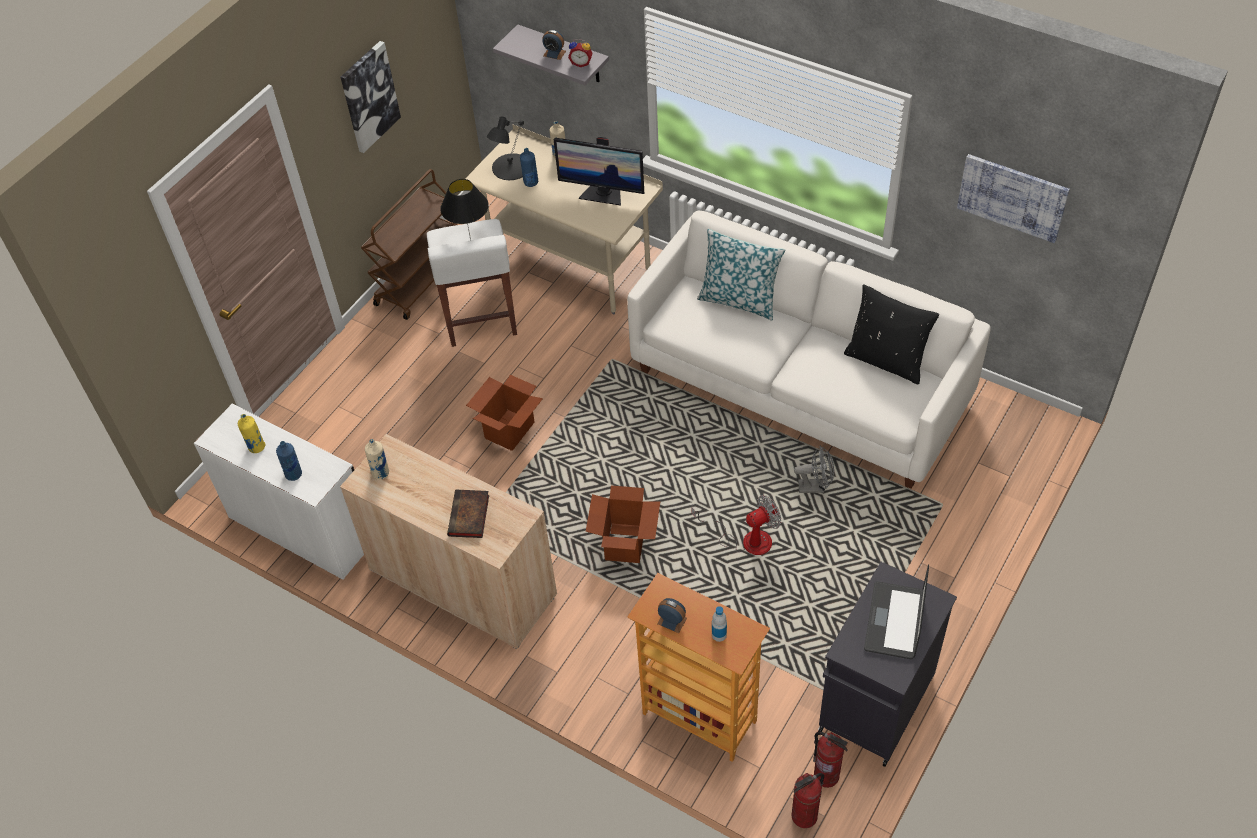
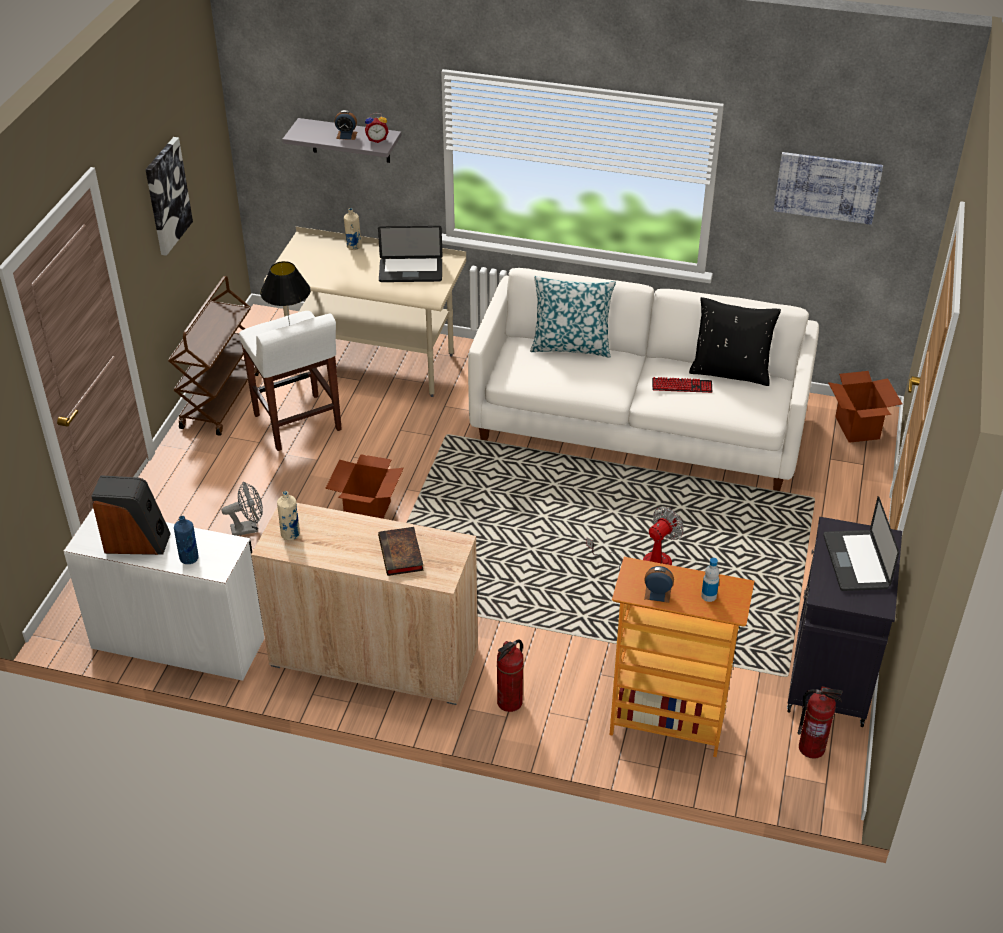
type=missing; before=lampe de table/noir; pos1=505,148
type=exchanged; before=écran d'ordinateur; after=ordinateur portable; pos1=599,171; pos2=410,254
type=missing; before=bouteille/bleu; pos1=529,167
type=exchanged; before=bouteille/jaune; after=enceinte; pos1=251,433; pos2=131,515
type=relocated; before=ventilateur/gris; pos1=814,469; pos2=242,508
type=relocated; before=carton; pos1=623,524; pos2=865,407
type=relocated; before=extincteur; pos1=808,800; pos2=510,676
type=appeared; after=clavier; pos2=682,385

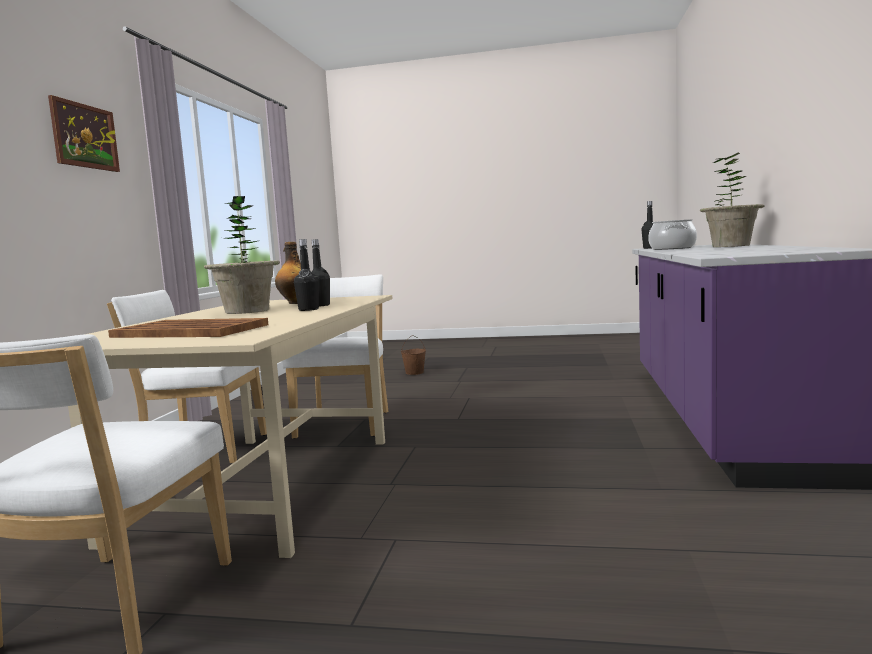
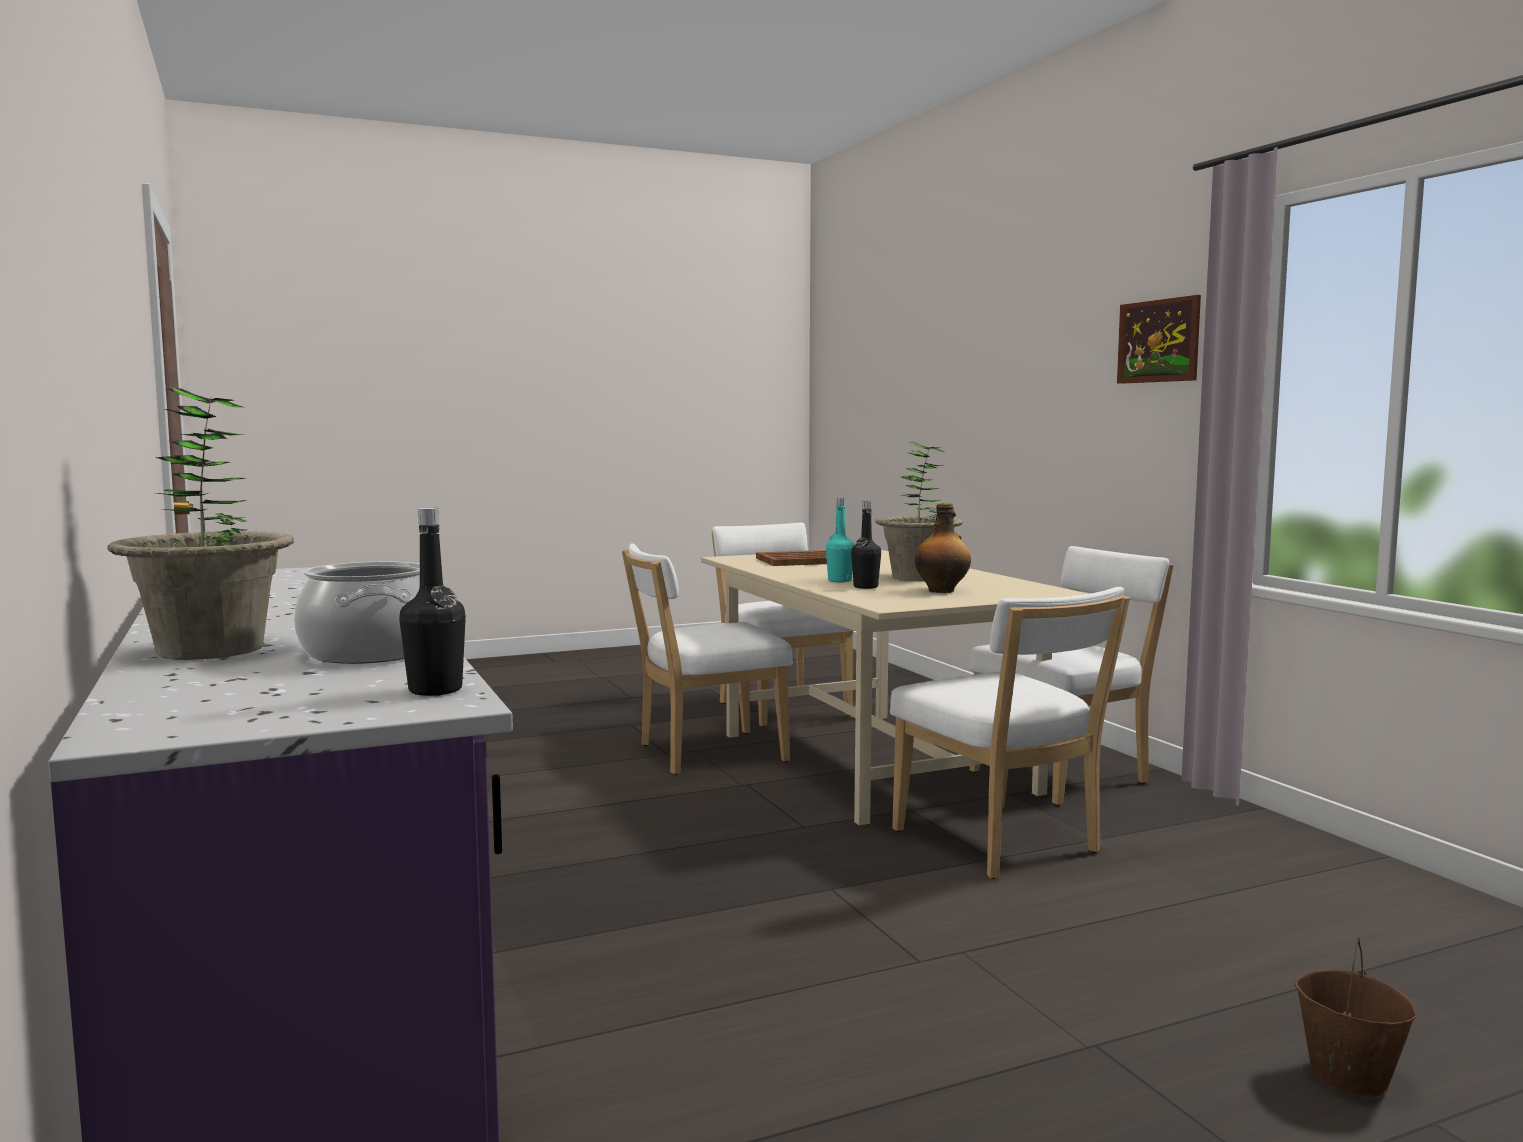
type=colour; before=bouteille/noir; after=bouteille/turquoise; pos1=306,275; pos2=840,540
type=appeared; after=chaise/blanc; pos2=707,659

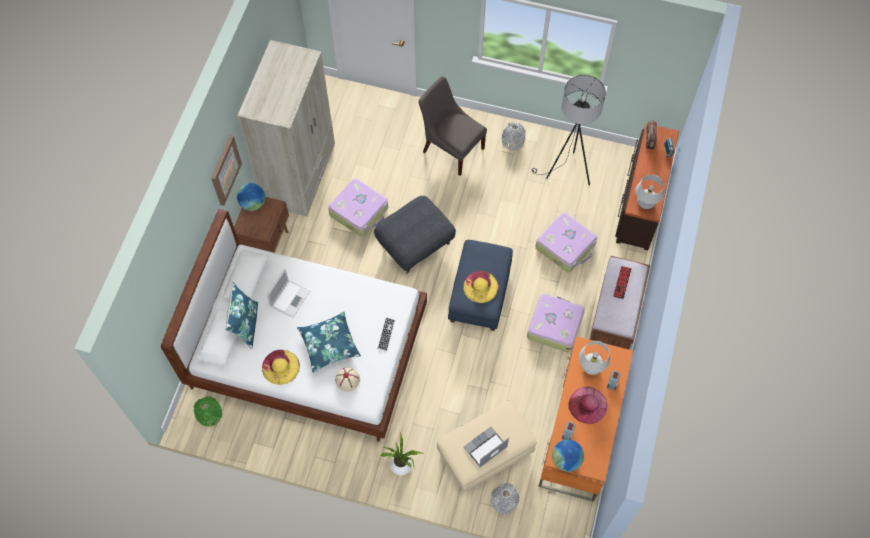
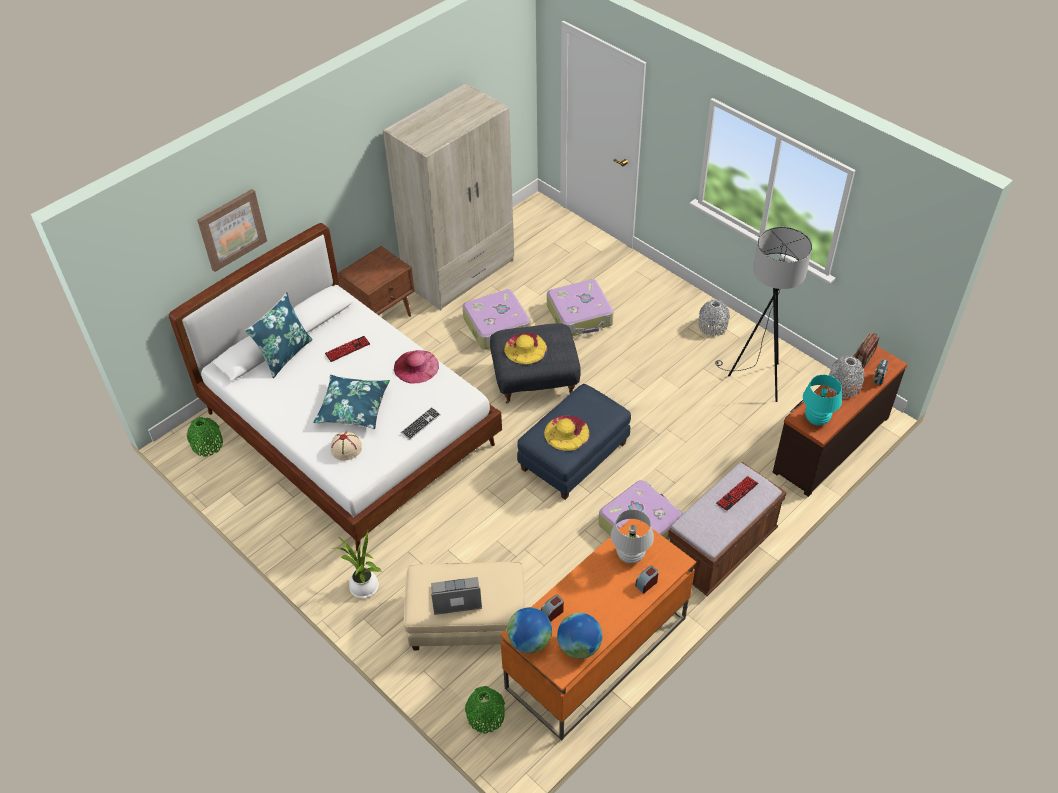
type=missing; before=chaise/gris; pos1=452,126
type=relocated; before=tableau; pos1=226,170; pos2=232,230
type=colour; before=lampe de table/blanc; after=lampe de table/turquoise; pos1=650,192; pos2=822,400
type=relocated; before=globe; pos1=251,197; pos2=579,636
type=relocated; before=valise; pos1=566,242; pos2=580,307
type=exchanged; before=ordinateur portable; after=clavier; pos1=288,293; pos2=347,349
type=relocated; before=chapeau/jaune; pos1=281,367; pos2=526,348
type=relocated; before=chapeau/rose; pos1=587,405; pos2=416,367
type=relocated; before=vase/gris; pos1=505,498; pos2=847,377
type=appeared; after=vase/vert; pos2=485,709

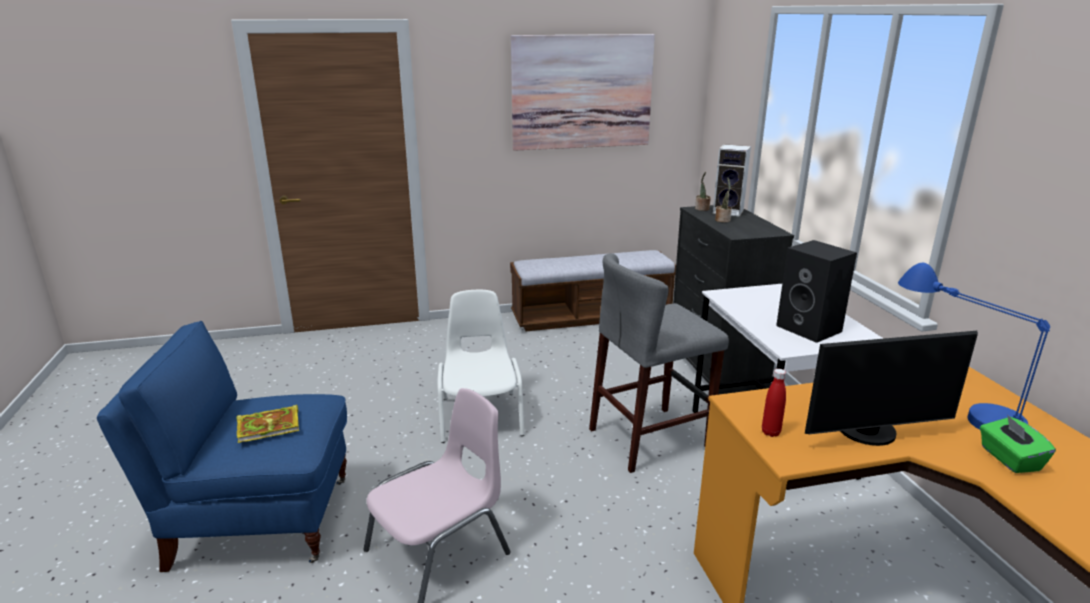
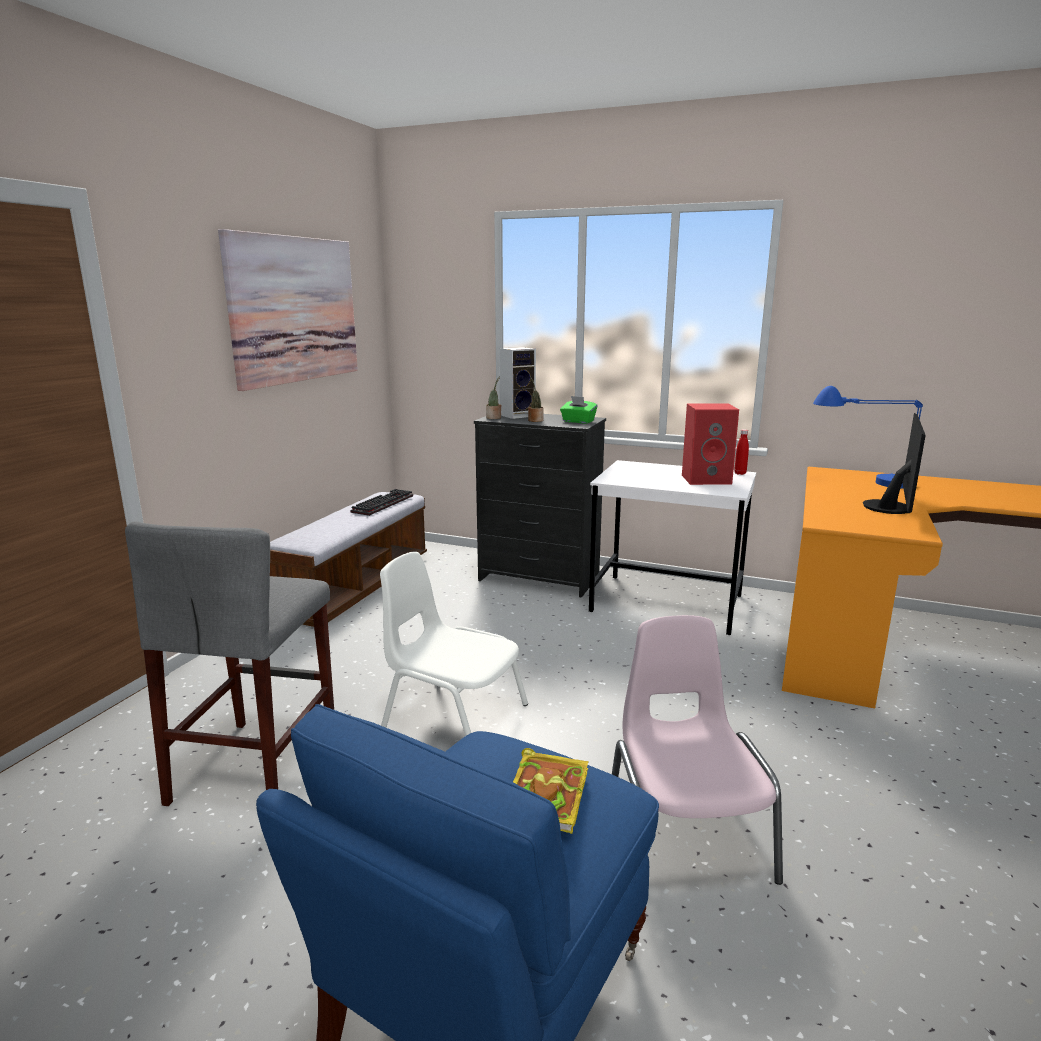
type=colour; before=enceinte/noir; after=enceinte/rouge; pos1=816,291; pos2=710,444
type=relocated; before=tabouret/gris; pos1=659,363; pos2=229,663
type=relocated; before=bouteille/rouge; pos1=774,403; pos2=741,452
type=relocated; before=boîte à mouchoirs/vert; pos1=1018,444; pos2=578,410
type=appeared; after=clavier; pos2=382,502

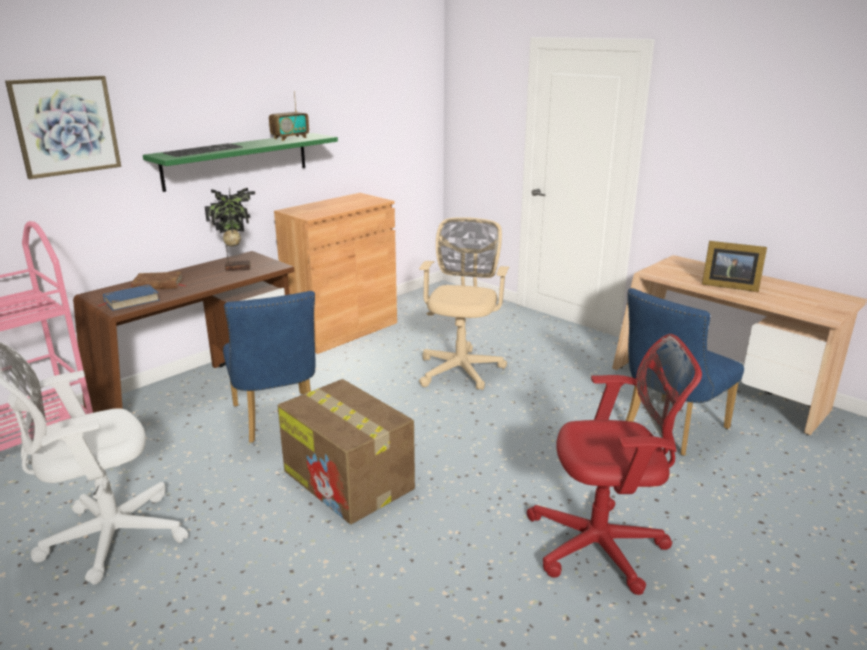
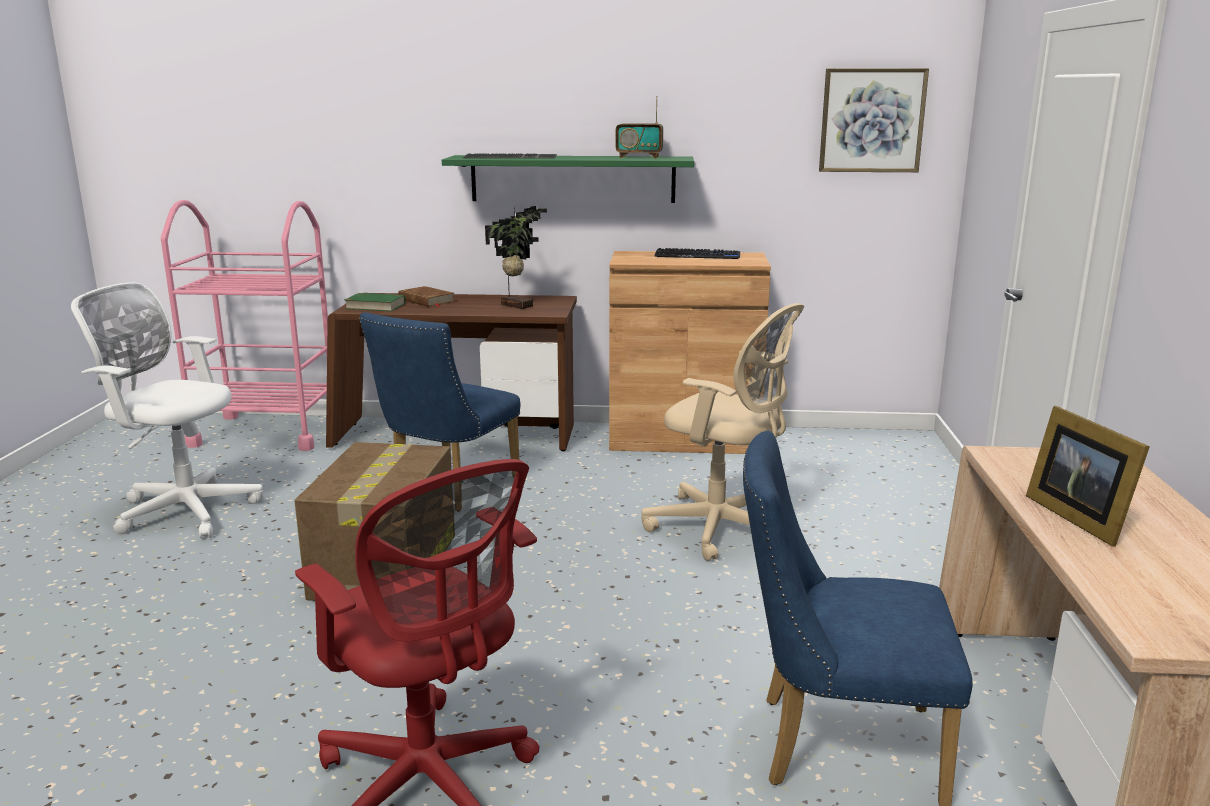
type=relocated; before=tableau; pos1=63,127; pos2=874,120
type=spun; before=chaise de bureau/beige; pos1=464,303; pos2=722,432; turn=60
type=colour; before=livre/bleu; after=livre/vert; pos1=128,297; pos2=374,302
type=appeared; after=clavier; pos2=697,253

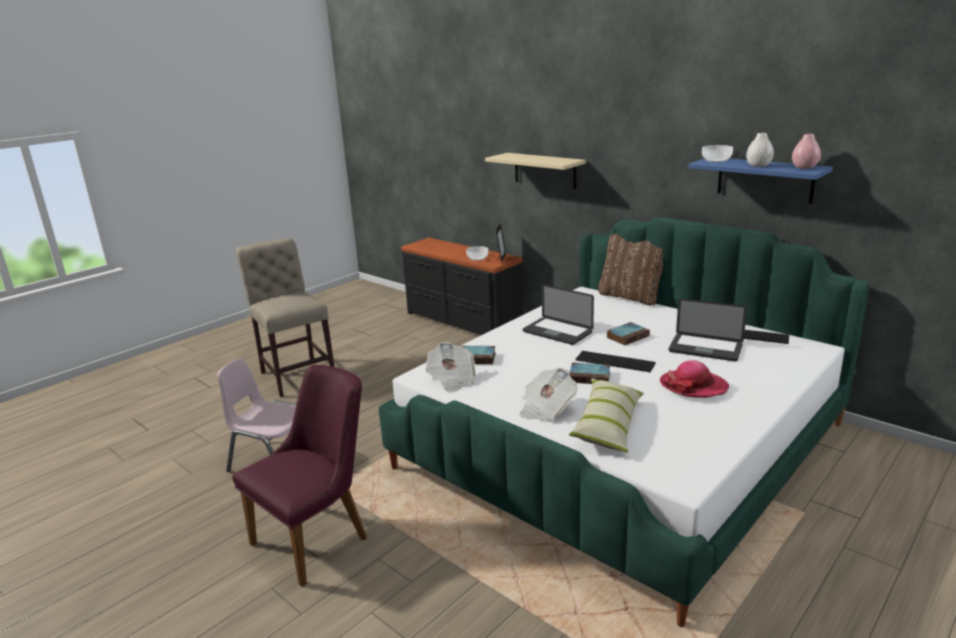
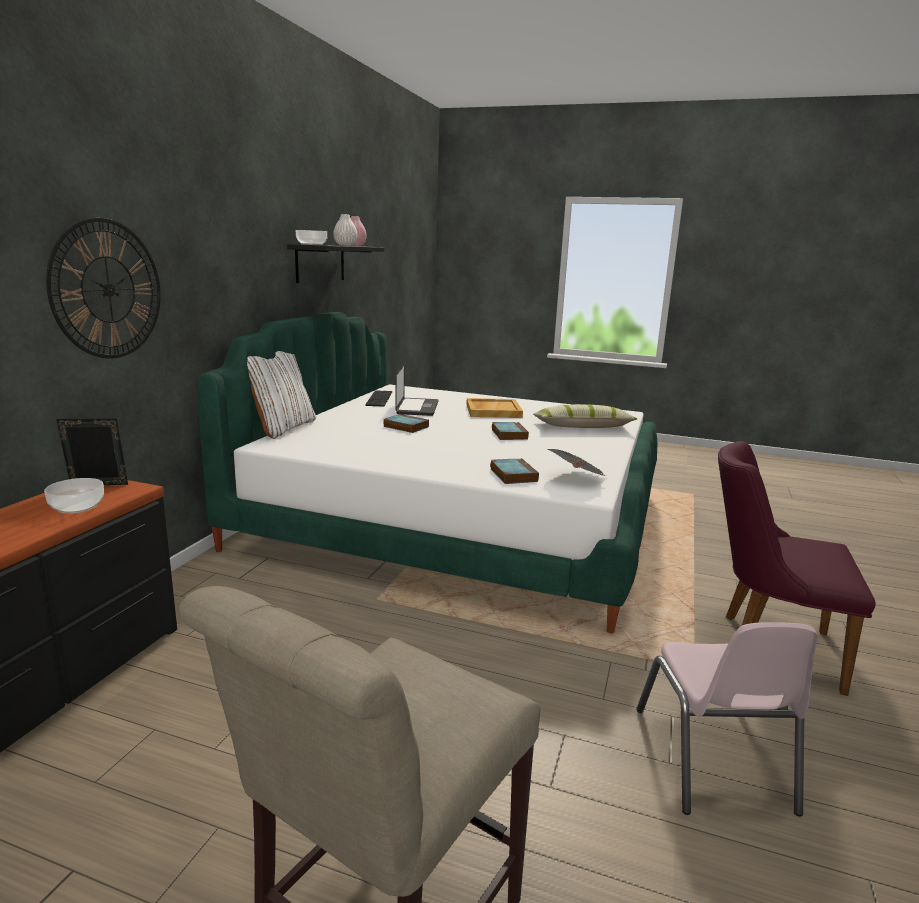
type=exchanged; before=étagère/beige; after=horloge murale; pos1=535,171; pos2=103,288
type=colour; before=étagère/bleu; after=étagère/noir; pos1=760,181; pos2=335,263
type=colour; before=coussin/marron; after=coussin/blanc; pos1=631,270; pos2=281,395
type=missing; before=ordinateur portable; pos1=558,314
type=missing; before=clavier; pos1=616,361
type=exchanged; before=chapeau; after=plateau/beige; pos1=694,379; pos2=494,408
type=missing; before=journal; pos1=549,394

